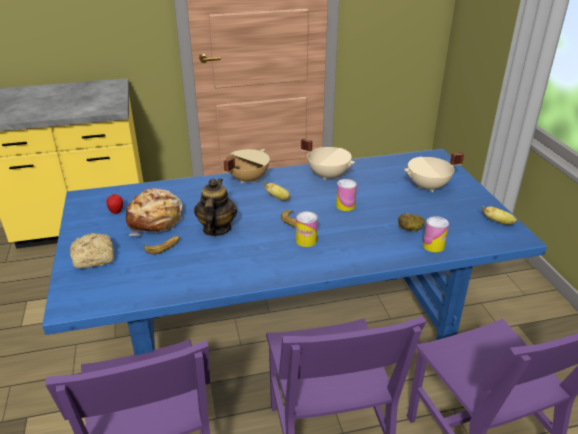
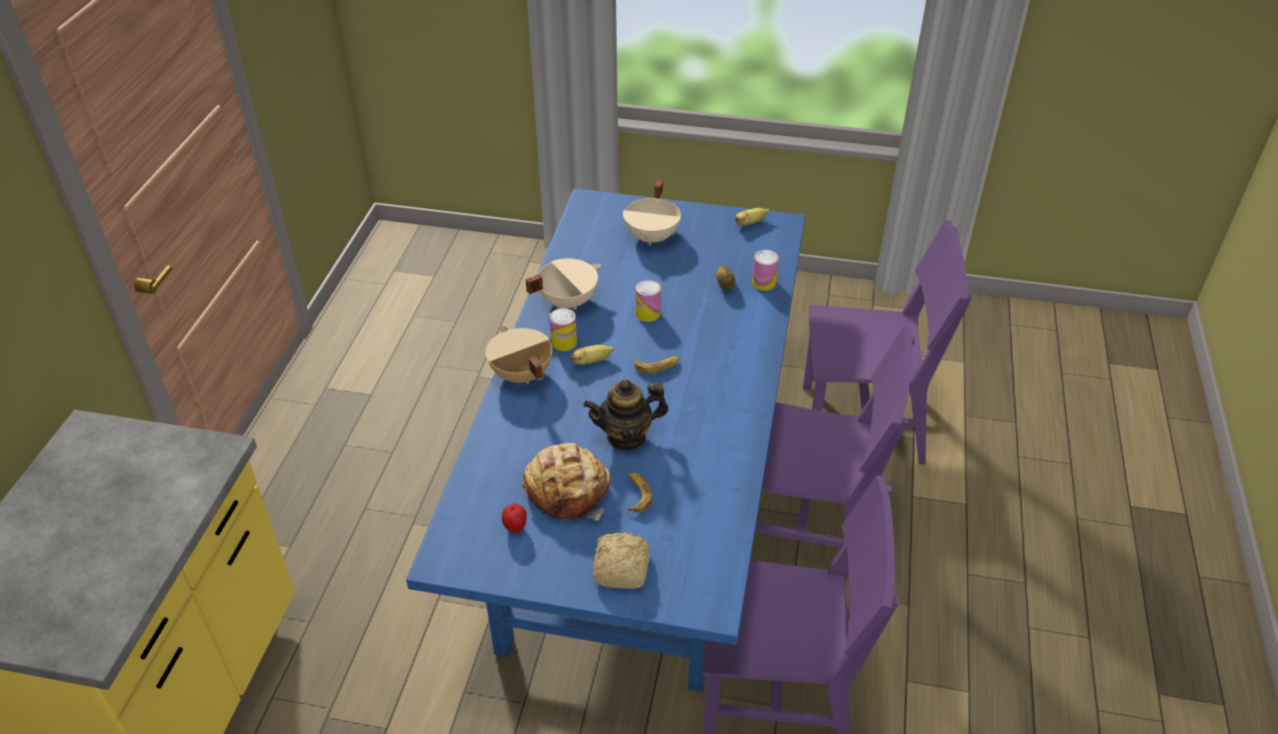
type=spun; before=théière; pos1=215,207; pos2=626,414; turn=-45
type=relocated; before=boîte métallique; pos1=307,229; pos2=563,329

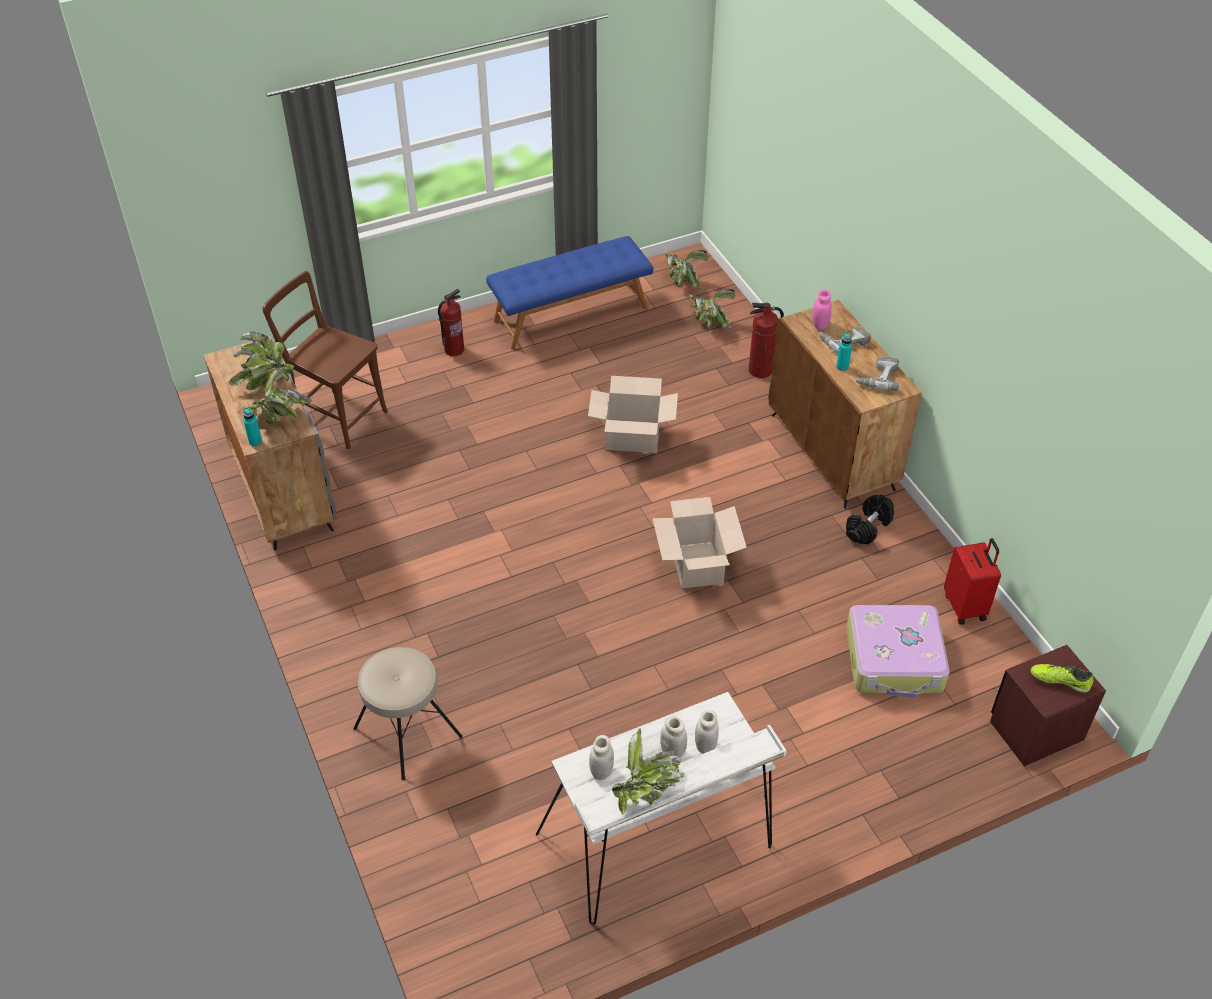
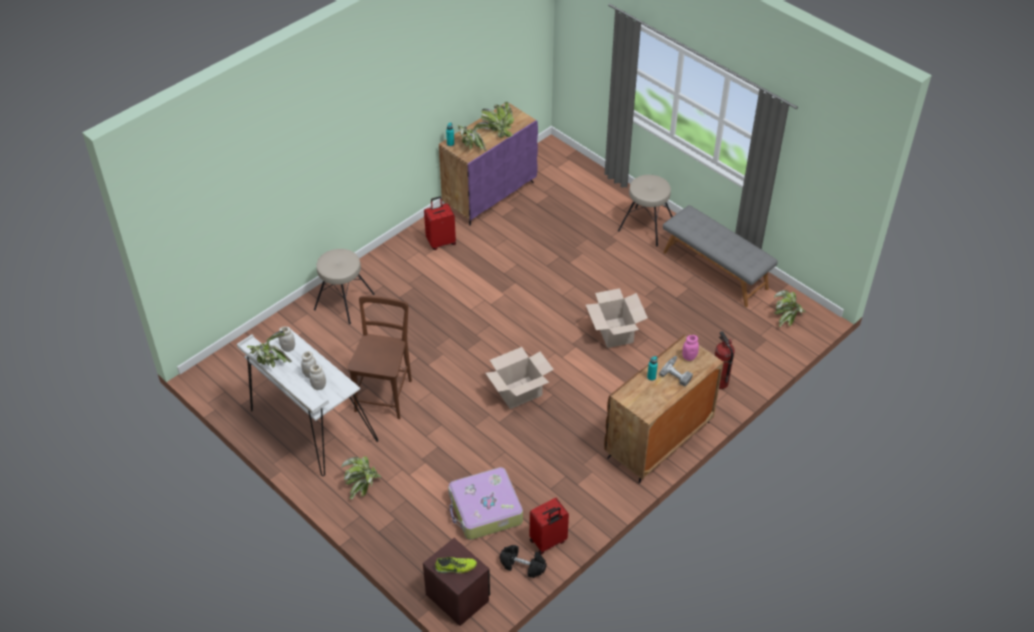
type=colour; before=banc/bleu; after=banc/gris; pos1=570,293; pos2=720,256
type=relocated; before=chaise/marron; pos1=325,360; pos2=380,357
type=exchanged; before=extincteur; after=tabouret/beige; pos1=451,322; pos2=645,211
type=relocated; before=plante en pot; pos1=712,309; pos2=361,477
type=colour; before=meuble de rangement/gris; after=meuble de rangement/violet; pos1=270,443; pos2=488,164
type=missing; before=perceuse; pos1=877,373
type=relocated; before=haltère/noir; pos1=870,520; pos2=523,561
type=spun; before=chaussure; pos1=1061,678; pos2=456,565; turn=90
type=appeared; after=valise/rouge; pos2=440,223

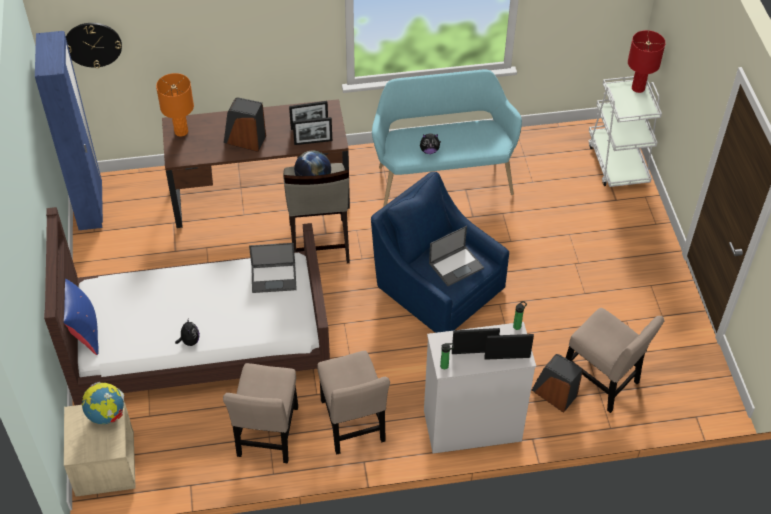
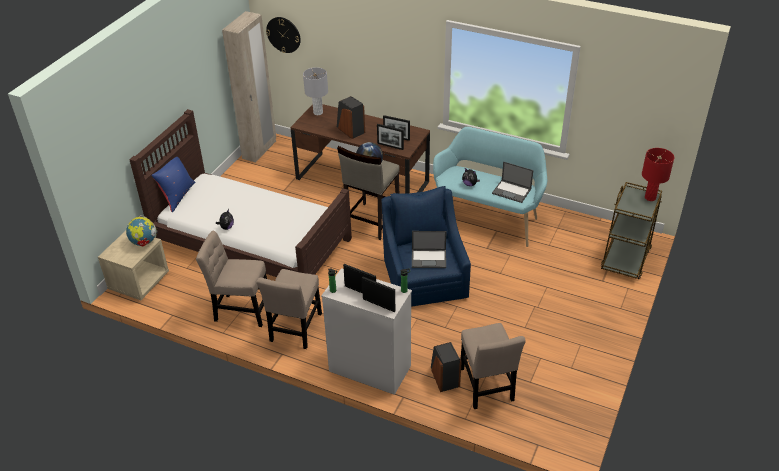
type=colour; before=armoire/bleu; after=armoire/beige; pos1=69,130; pos2=249,86
type=colour; before=lampe de table/orange; after=lampe de table/gris; pos1=175,105; pos2=315,91
type=colour; before=chariot/blanc; after=chariot/marron; pos1=625,131; pos2=631,230
type=relocated; before=ordinateur portable; pos1=273,268; pos2=512,182
type=spun; before=chaise/beige; pos1=260,413; pos2=231,279; turn=60

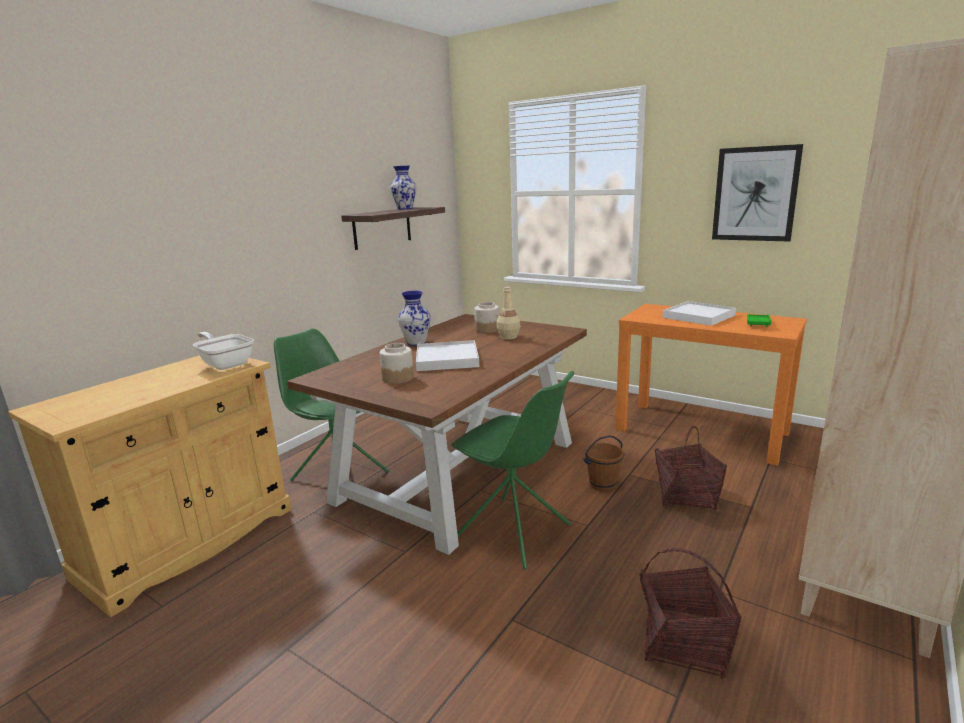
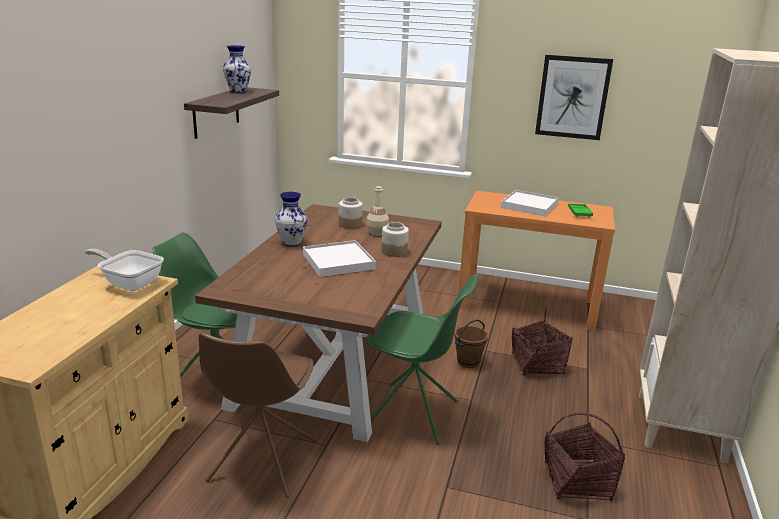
type=relocated; before=bocal; pos1=397,363; pos2=395,239
type=appeared; after=chaise/marron; pos2=257,415

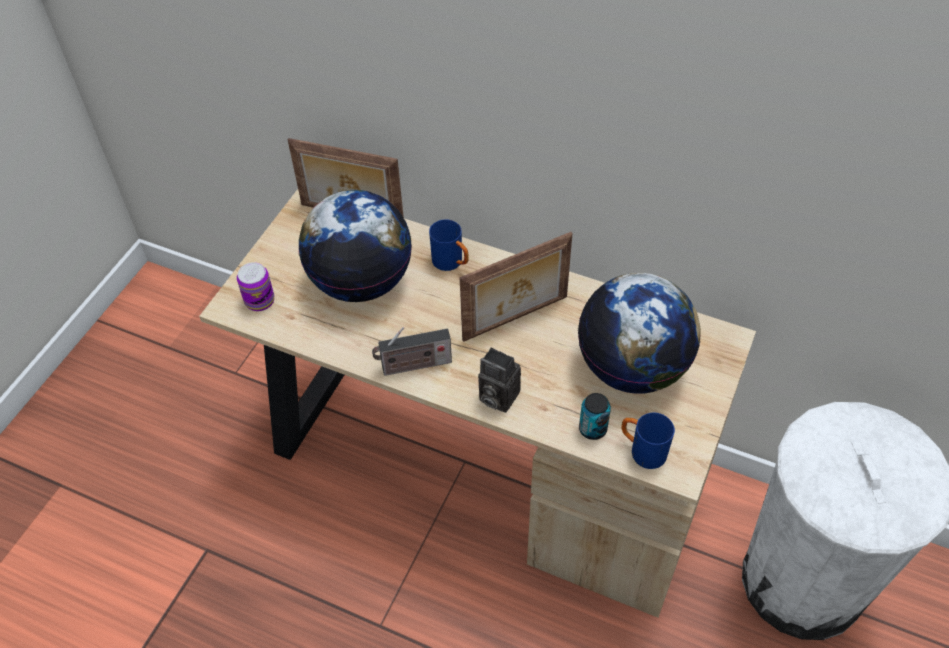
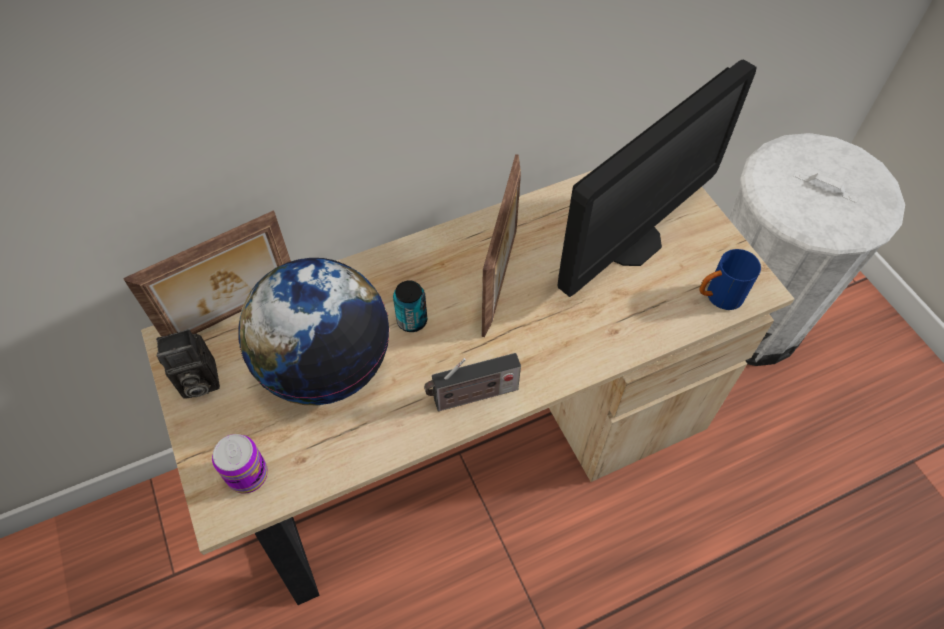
type=missing; before=mug/bleu; pos1=449,245
type=exchanged; before=globe; after=écran d'ordinateur; pos1=639,333; pos2=657,178
type=spun; before=radio; pos1=412,351; pos2=472,382; turn=45
type=relocated; before=appareil photo; pos1=499,380; pos2=188,364
type=relocated; before=boîte métallique; pos1=595,416; pos2=410,306

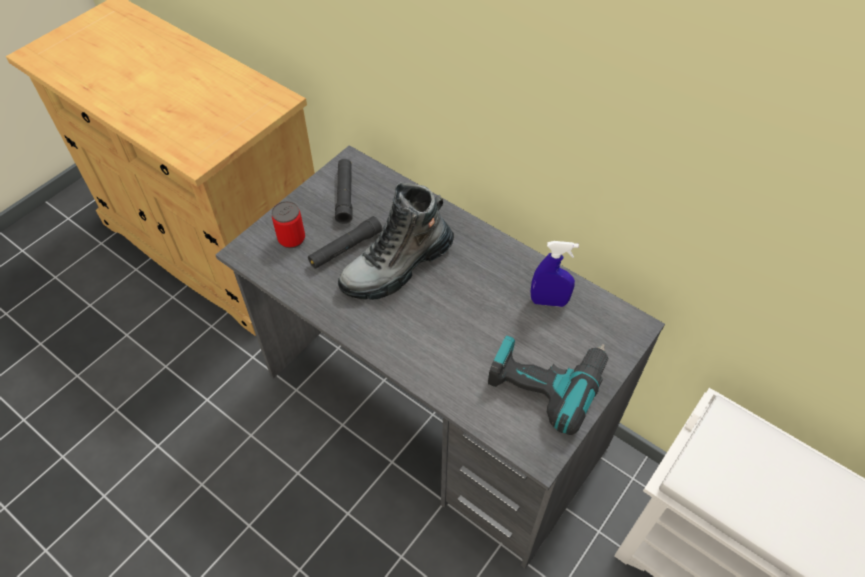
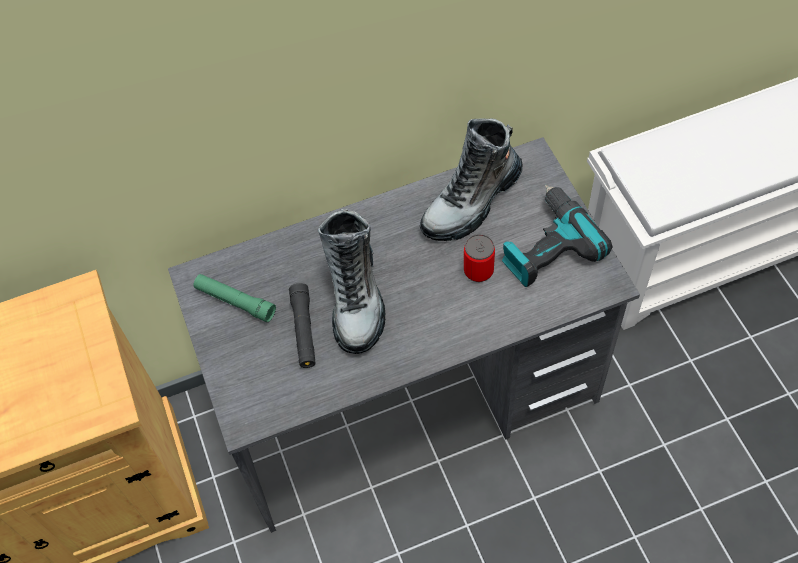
type=colour; before=lampe de poche/noir; after=lampe de poche/vert; pos1=344,191; pos2=235,298
type=relocated; before=boîte métallique; pos1=288,224; pos2=479,258
type=exchanged; before=vaporisateur/bleu; after=botte; pos1=555,274; pos2=471,179

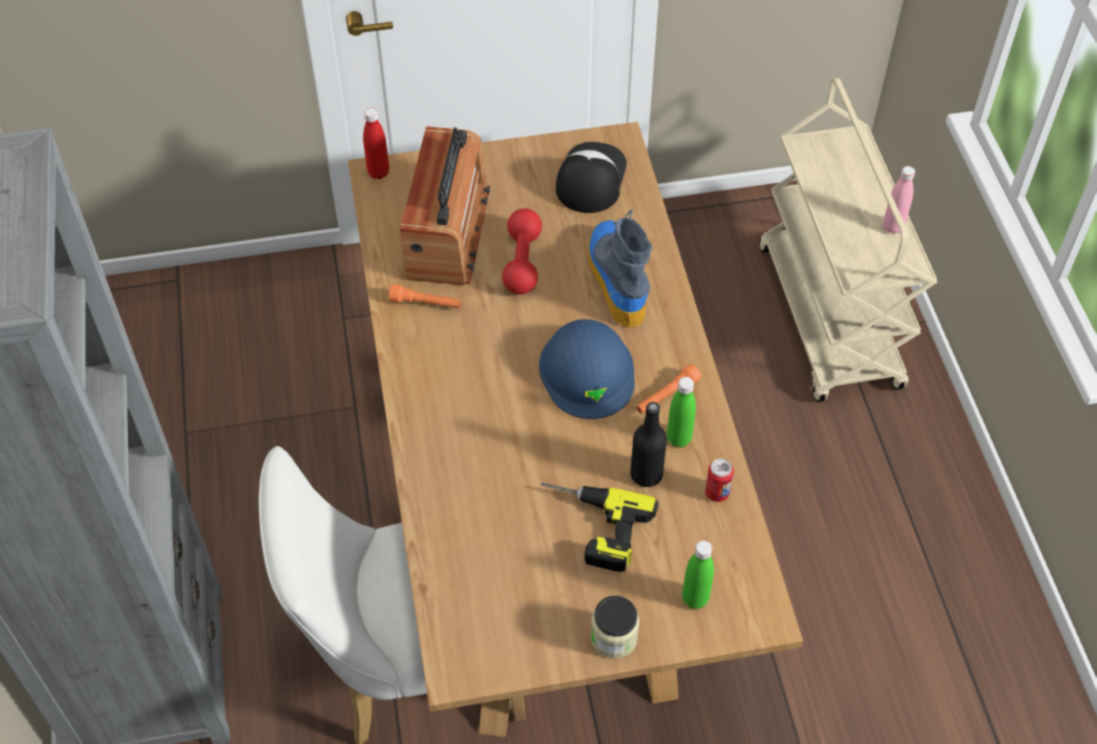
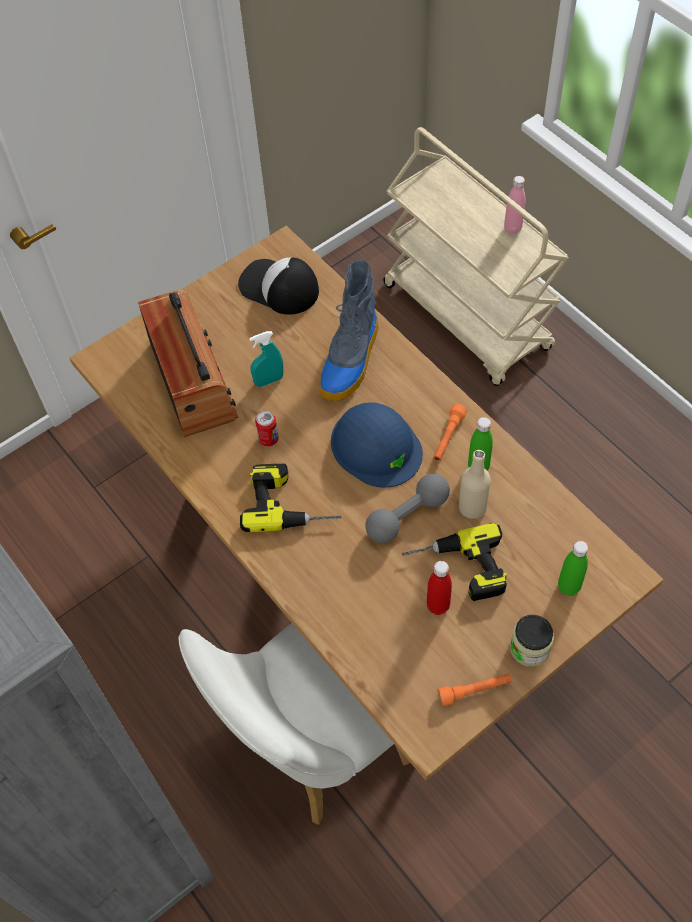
type=relocated; before=bouteille/rouge; pos1=376,143; pos2=439,588
type=spun; before=casquette; pos1=591,177; pos2=278,286; turn=-45
type=exchanged; before=haltère/rouge; after=vaporisateur/turquoise; pos1=522,251; pos2=266,359
type=spun; before=botte; pos1=620,268; pos2=349,331; turn=-120
type=relocated; before=lampe de poche/orange; pos1=425,296; pos2=475,689
type=colour; before=bouteille/noir; after=bouteille/beige; pos1=648,444; pos2=475,484
type=relocated; before=boîte métallique; pos1=719,480; pos2=267,429
type=appeared; after=perceuse; pos2=290,497
type=appeared; after=haltère/gris; pos2=407,508

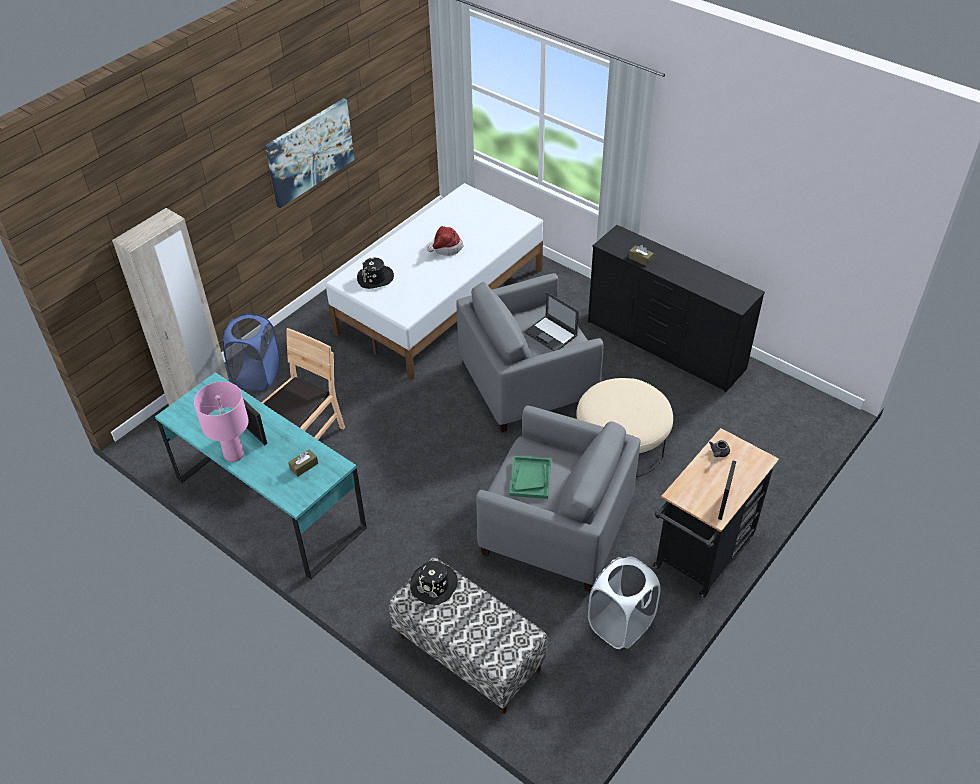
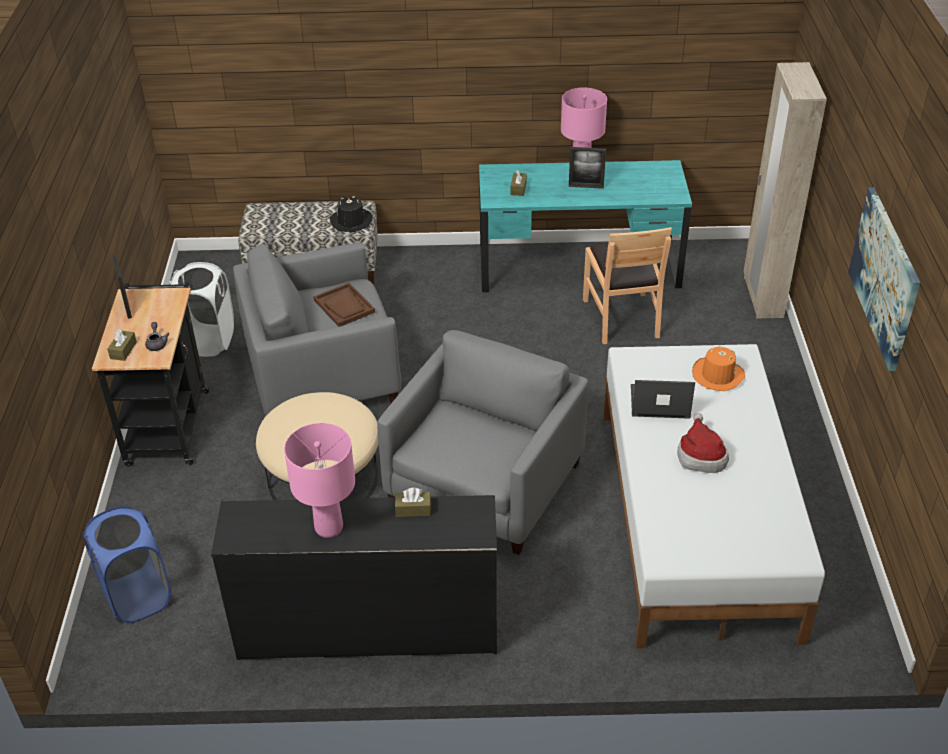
type=colour; before=chapeau/noir; after=chapeau/orange; pos1=375,273; pos2=718,368
type=relocated; before=ordinateur portable; pos1=551,321; pos2=663,399
type=relocated; before=panier à linge/bleu; pos1=251,352; pos2=127,564
type=colour; before=plateau/vert; after=plateau/marron; pos1=530,477; pos2=344,305
type=appeared; after=boîte à mouchoirs/marron; pos2=122,345
type=appeared; after=lampe de table/rose; pos2=319,480

